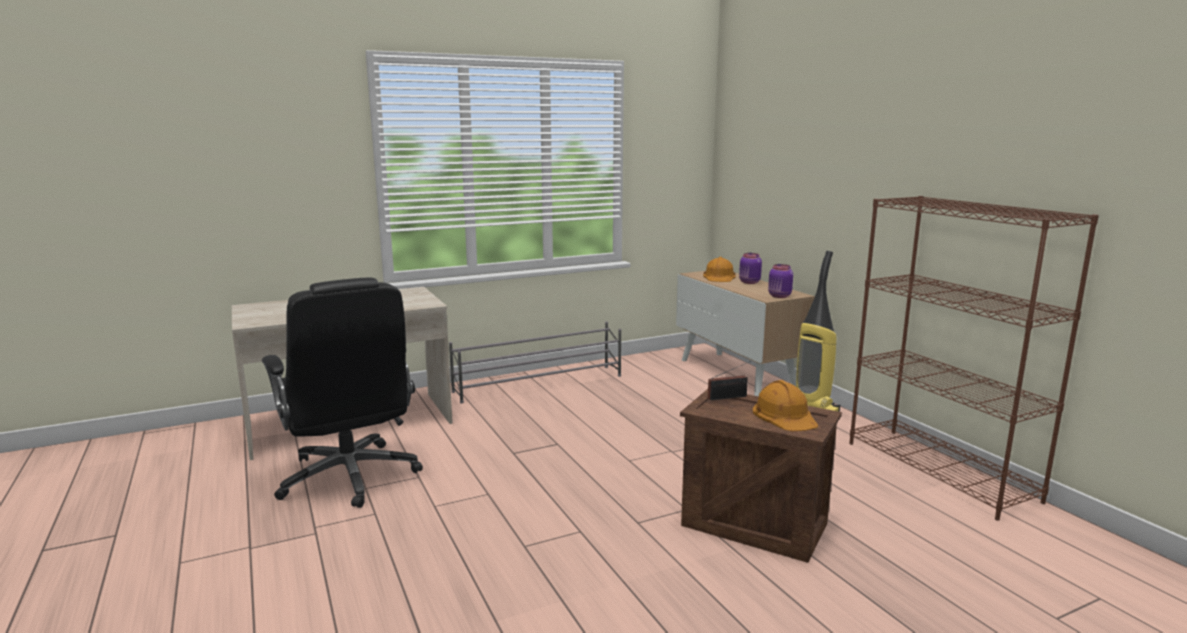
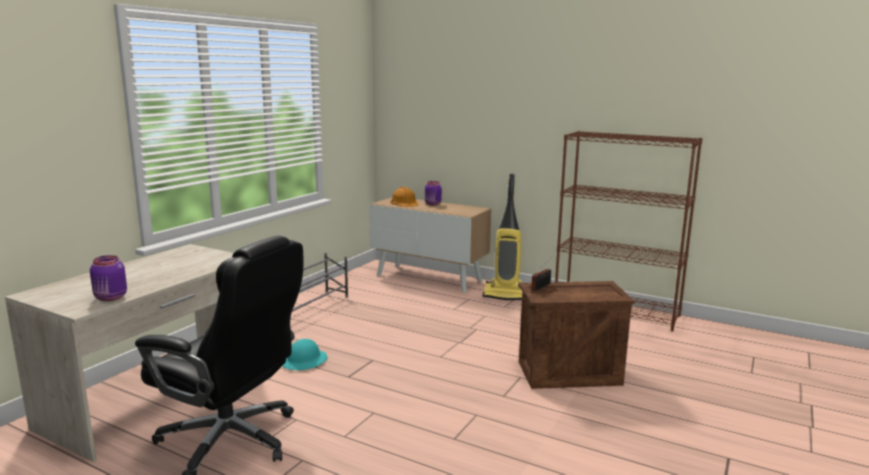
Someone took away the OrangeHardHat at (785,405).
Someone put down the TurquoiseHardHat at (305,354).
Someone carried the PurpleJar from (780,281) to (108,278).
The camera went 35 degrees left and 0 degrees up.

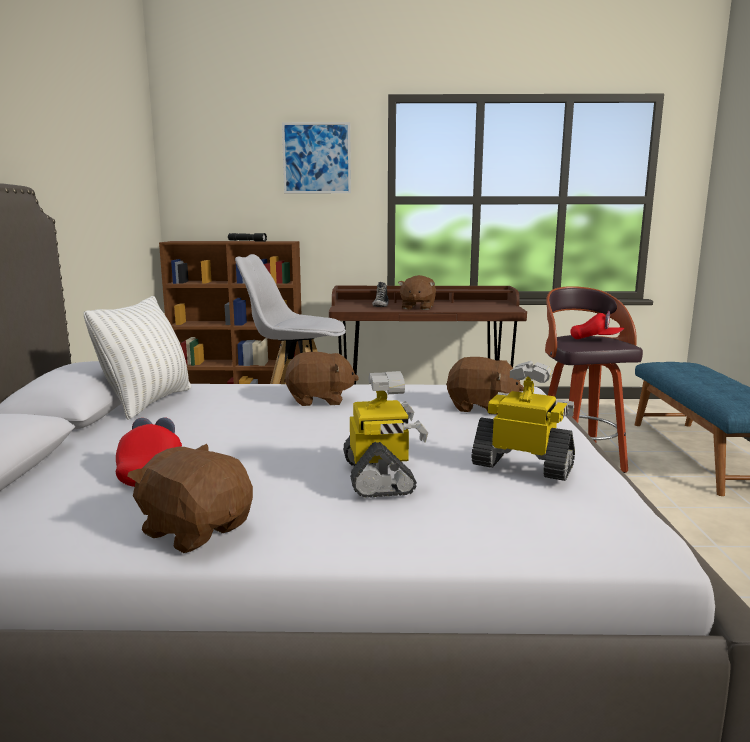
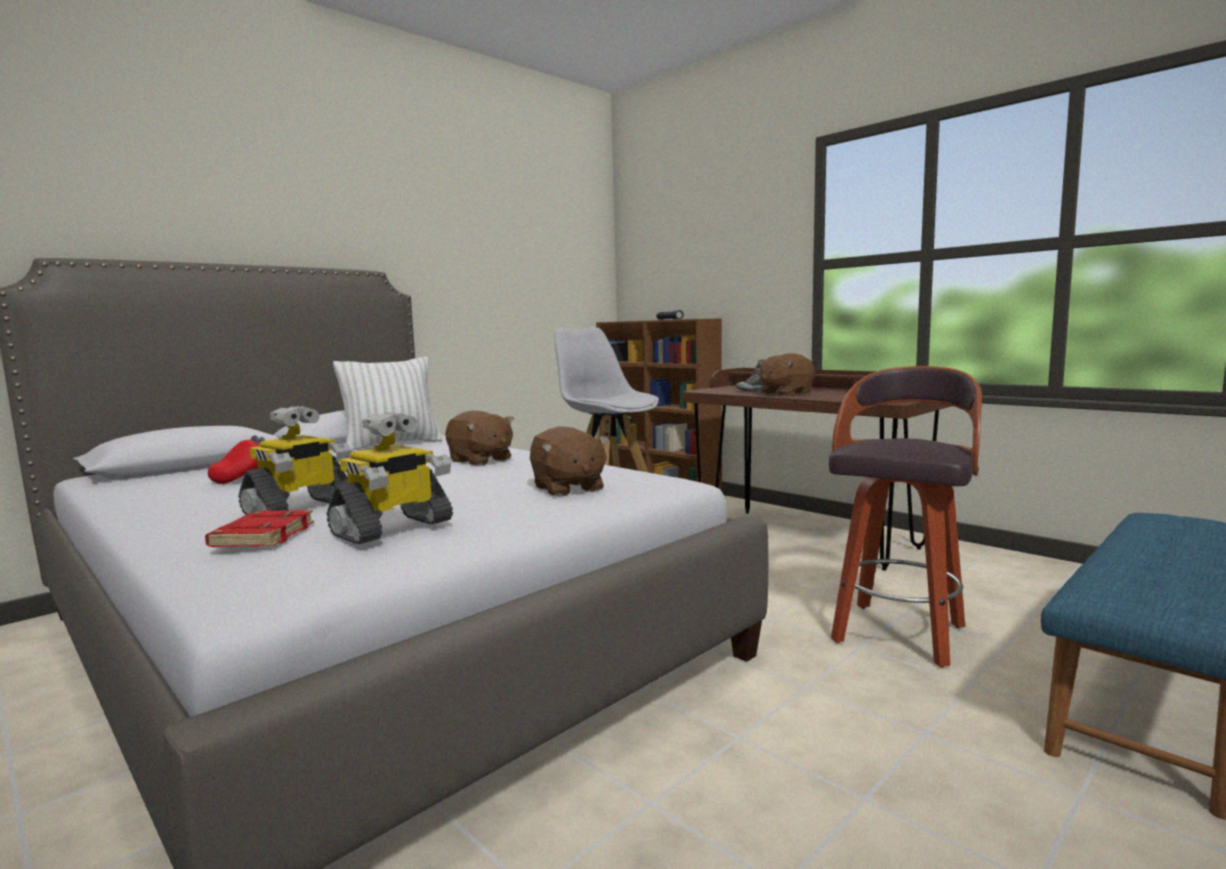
Someone took away the BrownPlushToy at (190,498).
Someone took away the Picture at (316,157).
Someone took away the RedCap at (597,325).
Someone put down the RedBook at (259,528).
Someone rotated the ToyRobot at (523,421) by 60 degrees clockwise.
The camera went 45 degrees right and 5 degrees down.

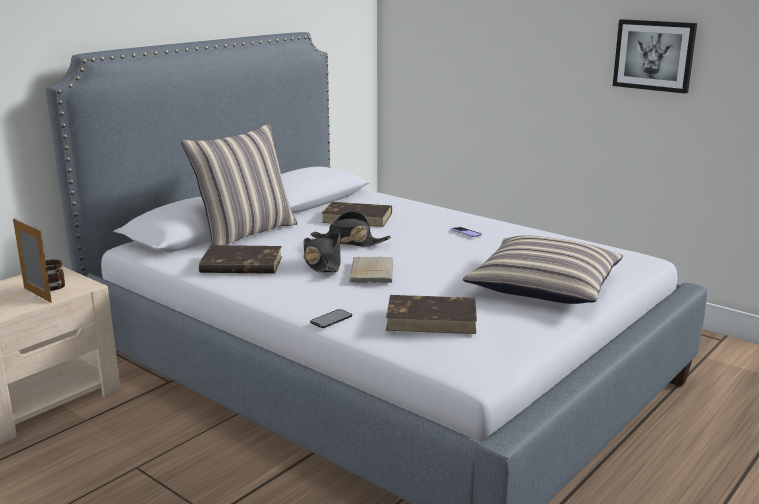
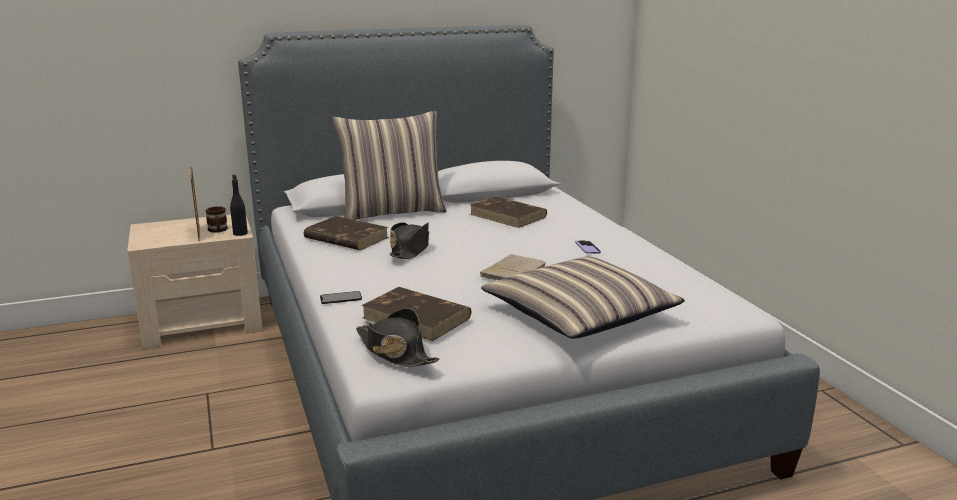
Someone took away the Picture at (655,56).
Someone put down the BlackBottle at (239,205).
Someone carried the BlackHat from (350,229) to (398,337).
Someone carried the BeigeBook from (371,270) to (513,267).
The camera went 30 degrees right and 0 degrees up.

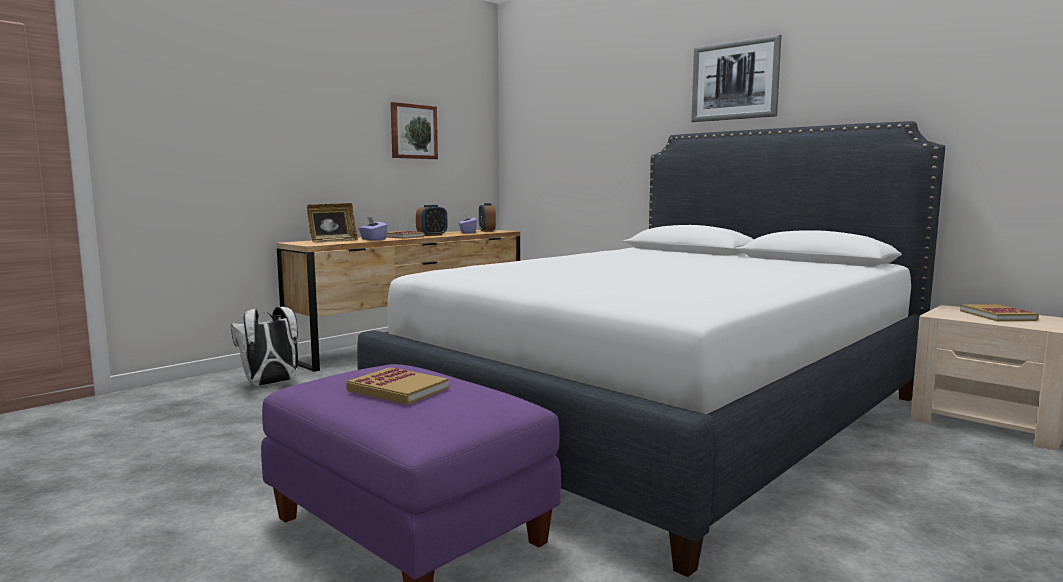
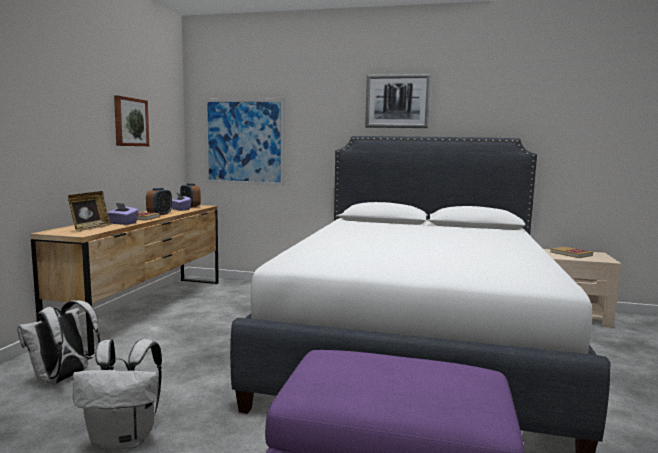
Someone took away the Book at (397,386).
Someone put down the WhiteBackpack at (117,394).
Someone put up the Picture at (244,142).
The camera went 30 degrees left and 0 degrees up.

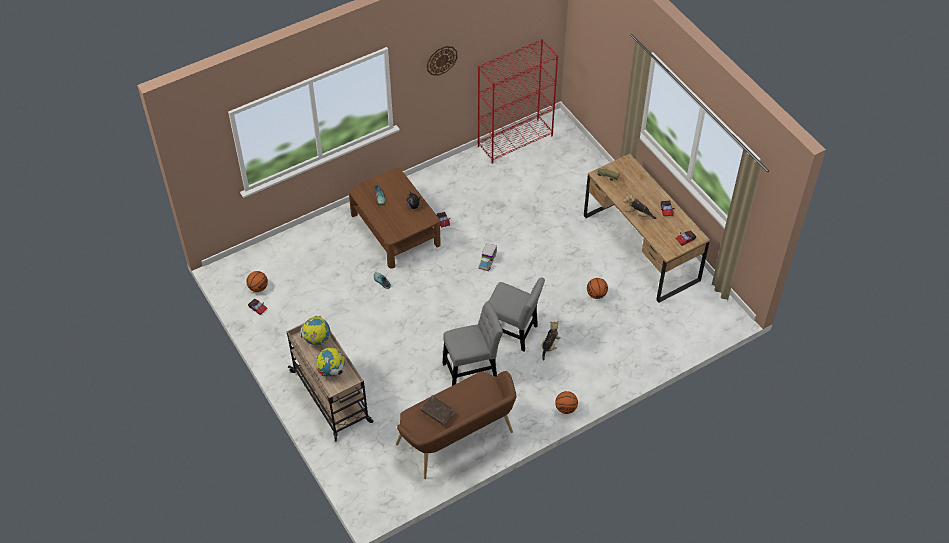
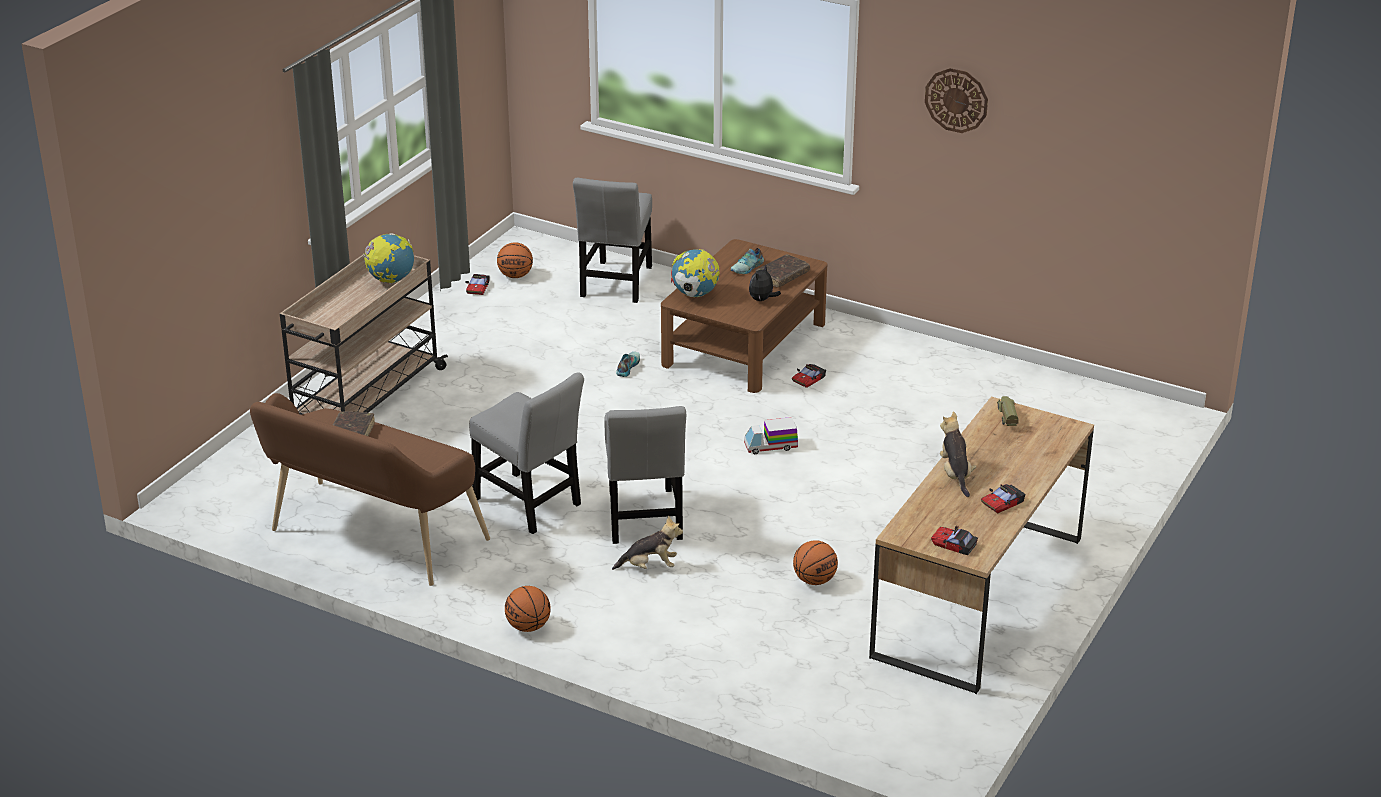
Someone took away the RedBookcase at (518,101).
Someone put down the GreyChair at (612,240).
Someone put down the BrownBook at (782,270).
Someone carried the Globe from (330,362) to (695,273).
The camera went 60 degrees right and 20 degrees down.

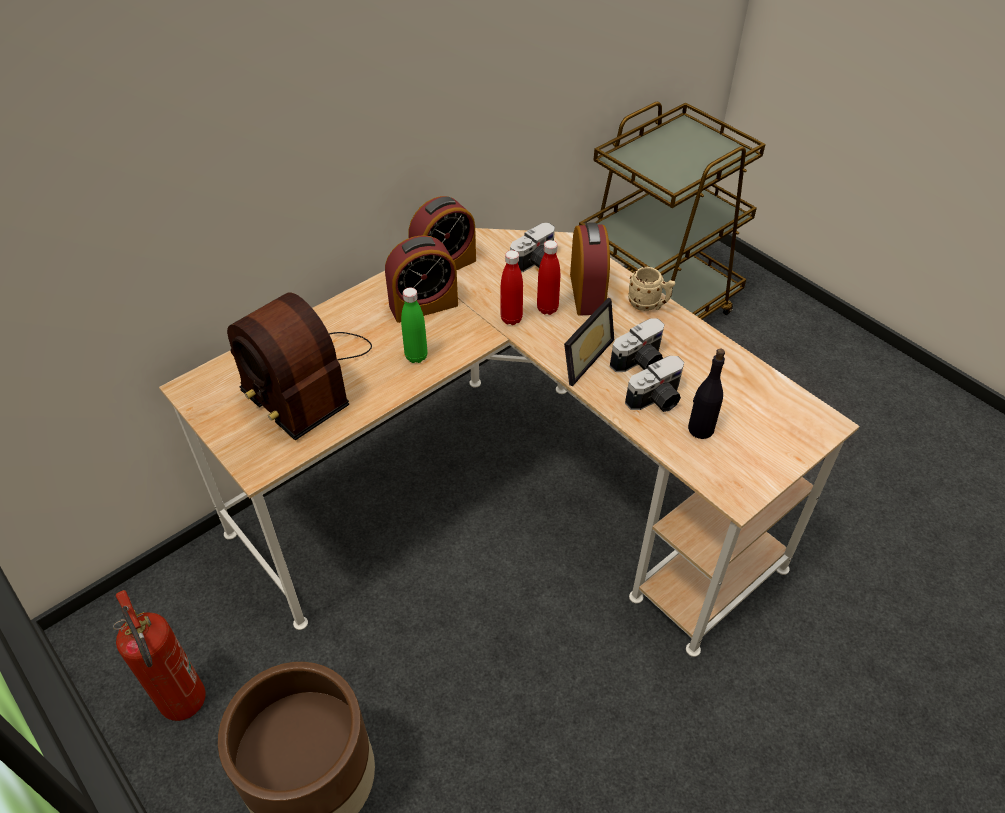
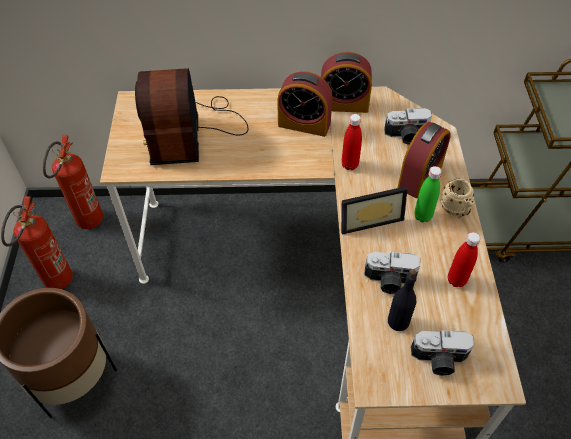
Someone put down the FireExtinguisher at (73,182).
Someone carried the GreenBottle from (414,325) to (428,194).
Someone carried the RedBottle from (548,277) to (464,259).
Someone carried the PhotoCamera from (637,345) to (442,353).
The camera went 40 degrees right and 5 degrees up.

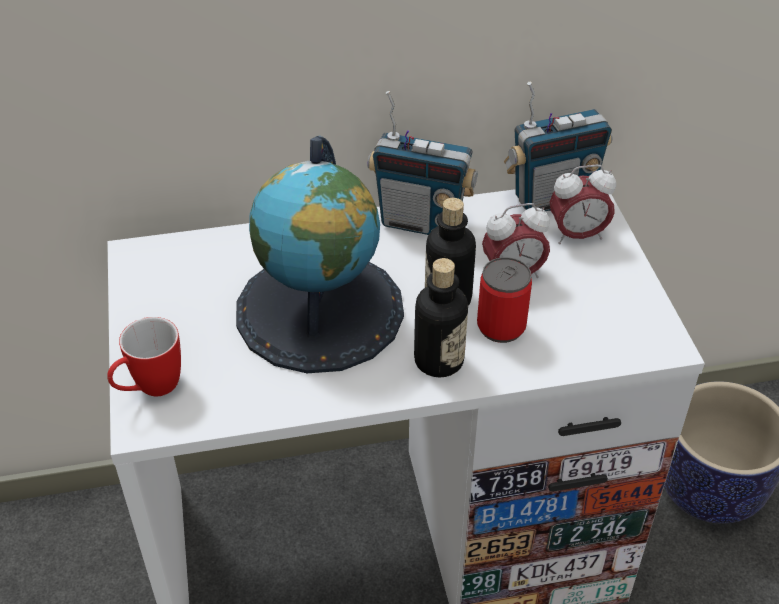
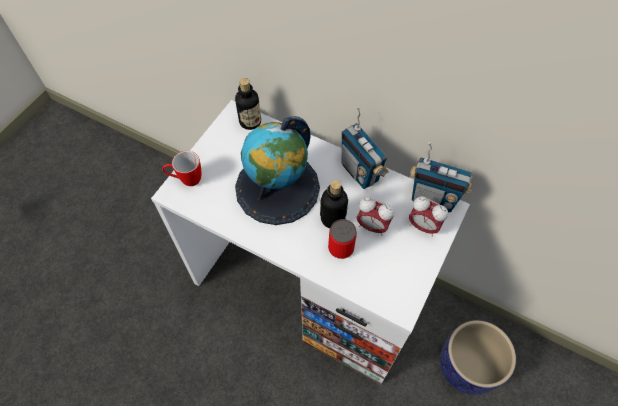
Someone carried the Bottle from (441,317) to (248,104).
The camera went 40 degrees right and 15 degrees up.

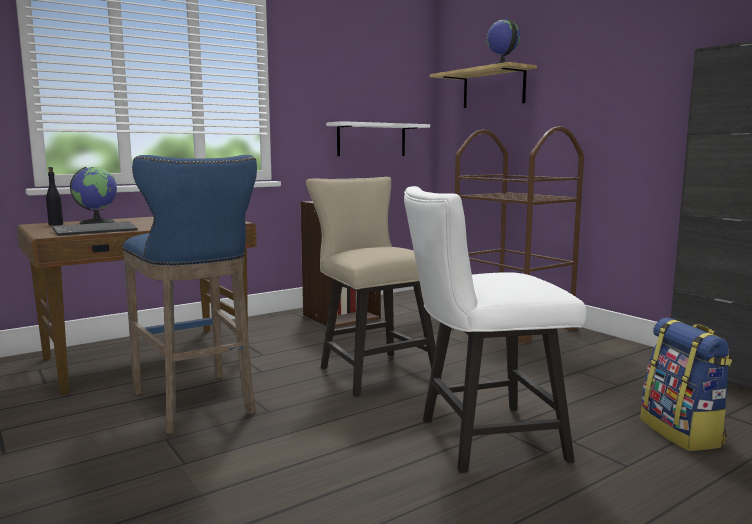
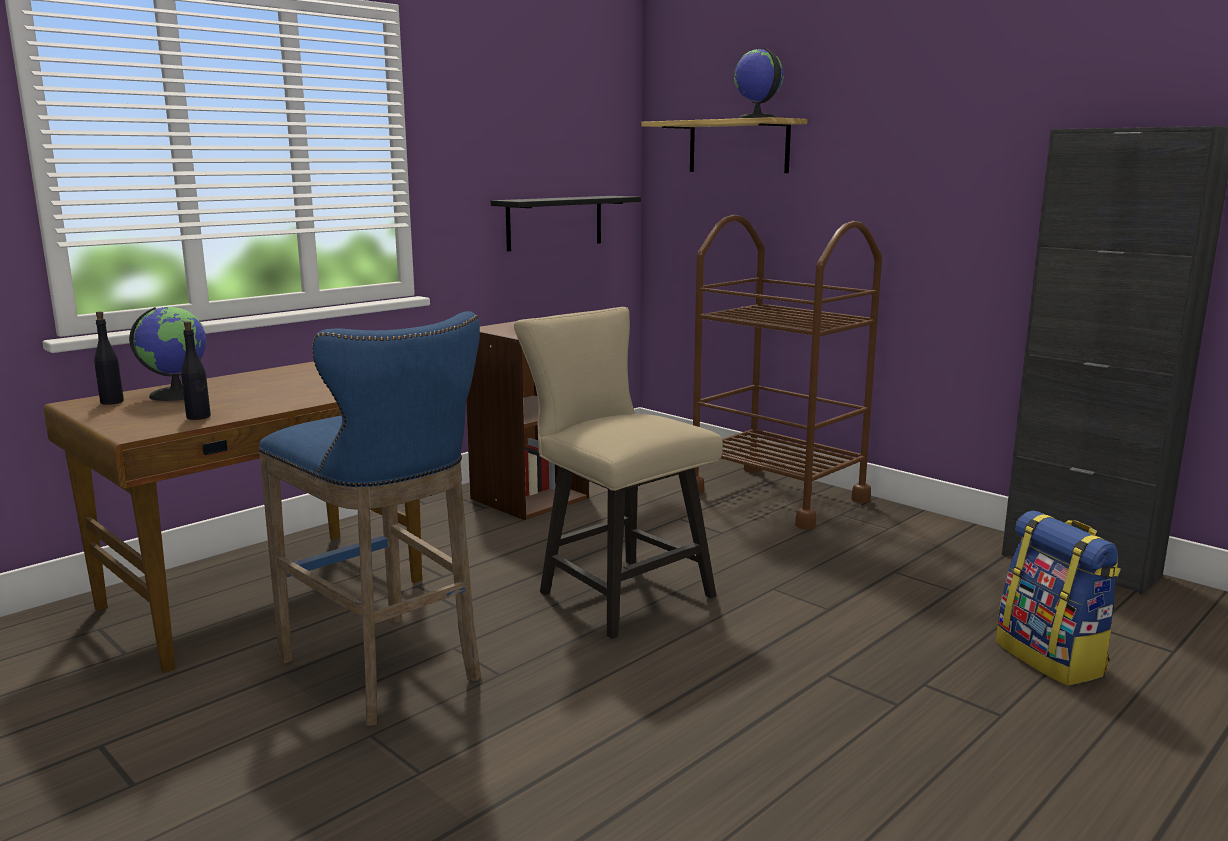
Someone took away the WhiteChair at (495,329).
Someone swapped the Keyboard at (95,228) for the BlackBottle at (196,370).
Someone repainted the WhiteShelf at (378,138), which became the BlackShelf at (566,223).
The camera went 10 degrees left and 5 degrees up.

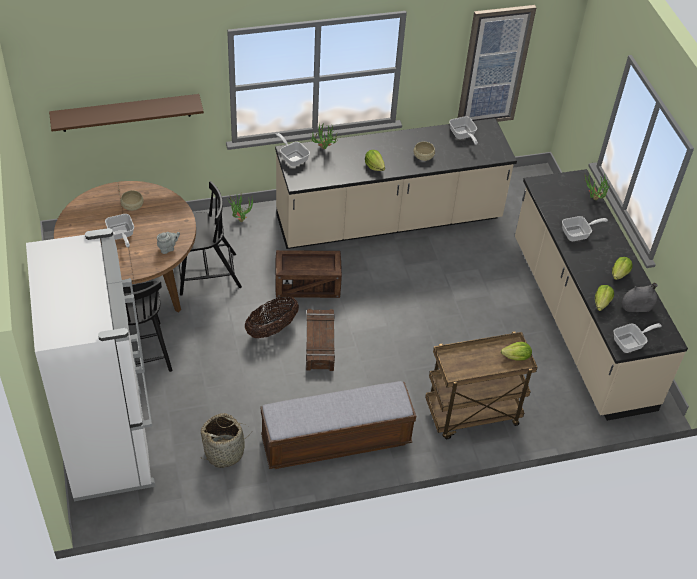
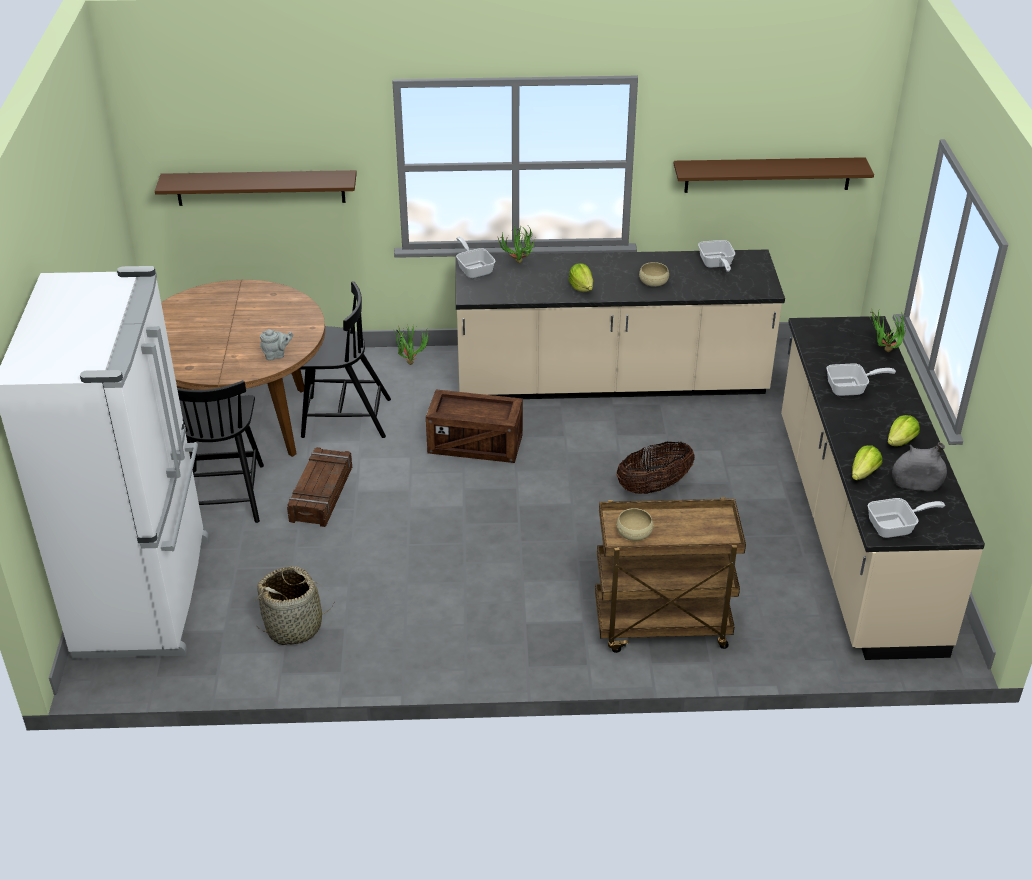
Someone took away the FryingPan at (119,230).
Someone took away the Bench at (338,425).
Someone took away the Lettuce at (516,351).
Someone carried the BeigeBowl from (132,200) to (634,524).
Someone carried the Basket from (272,317) to (656,468).
Someone carried the Crate from (320,340) to (319,487).
Someone swapped the Picture at (497,63) for the BrownShelf at (774,175).
The camera went 15 degrees right and 10 degrees down.

